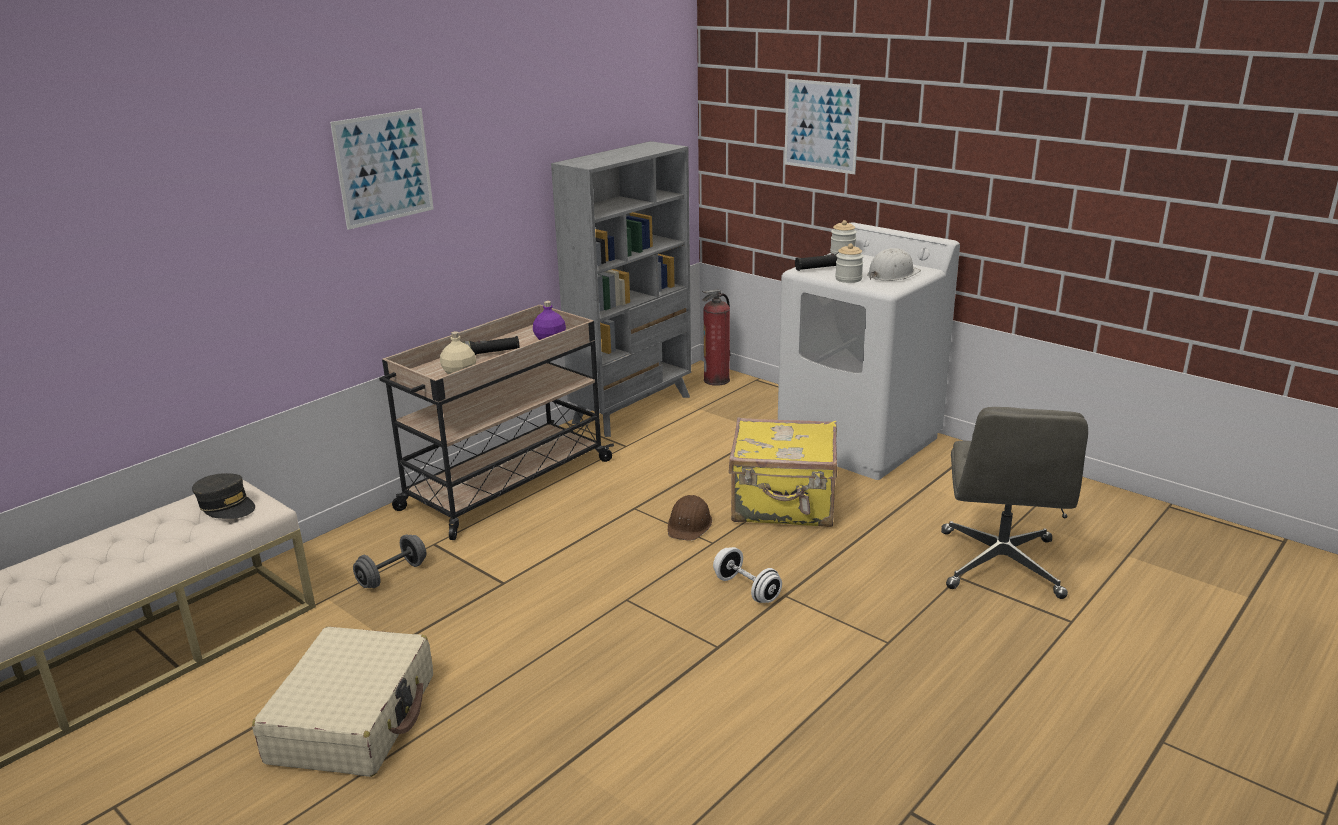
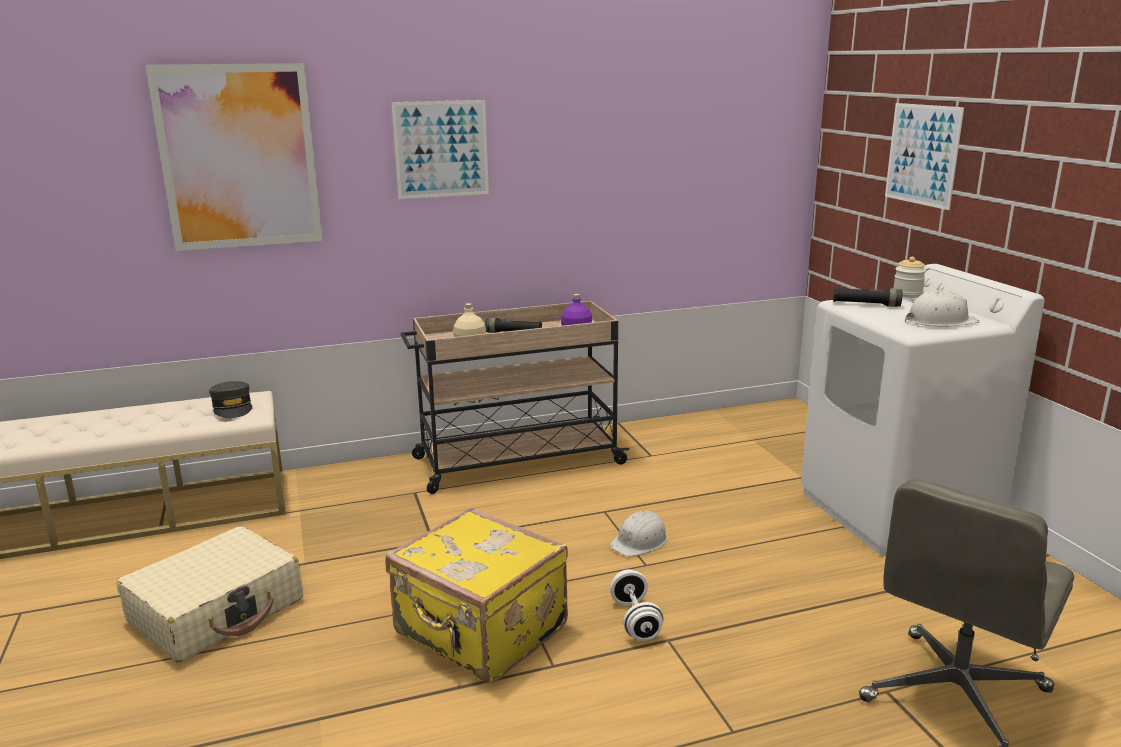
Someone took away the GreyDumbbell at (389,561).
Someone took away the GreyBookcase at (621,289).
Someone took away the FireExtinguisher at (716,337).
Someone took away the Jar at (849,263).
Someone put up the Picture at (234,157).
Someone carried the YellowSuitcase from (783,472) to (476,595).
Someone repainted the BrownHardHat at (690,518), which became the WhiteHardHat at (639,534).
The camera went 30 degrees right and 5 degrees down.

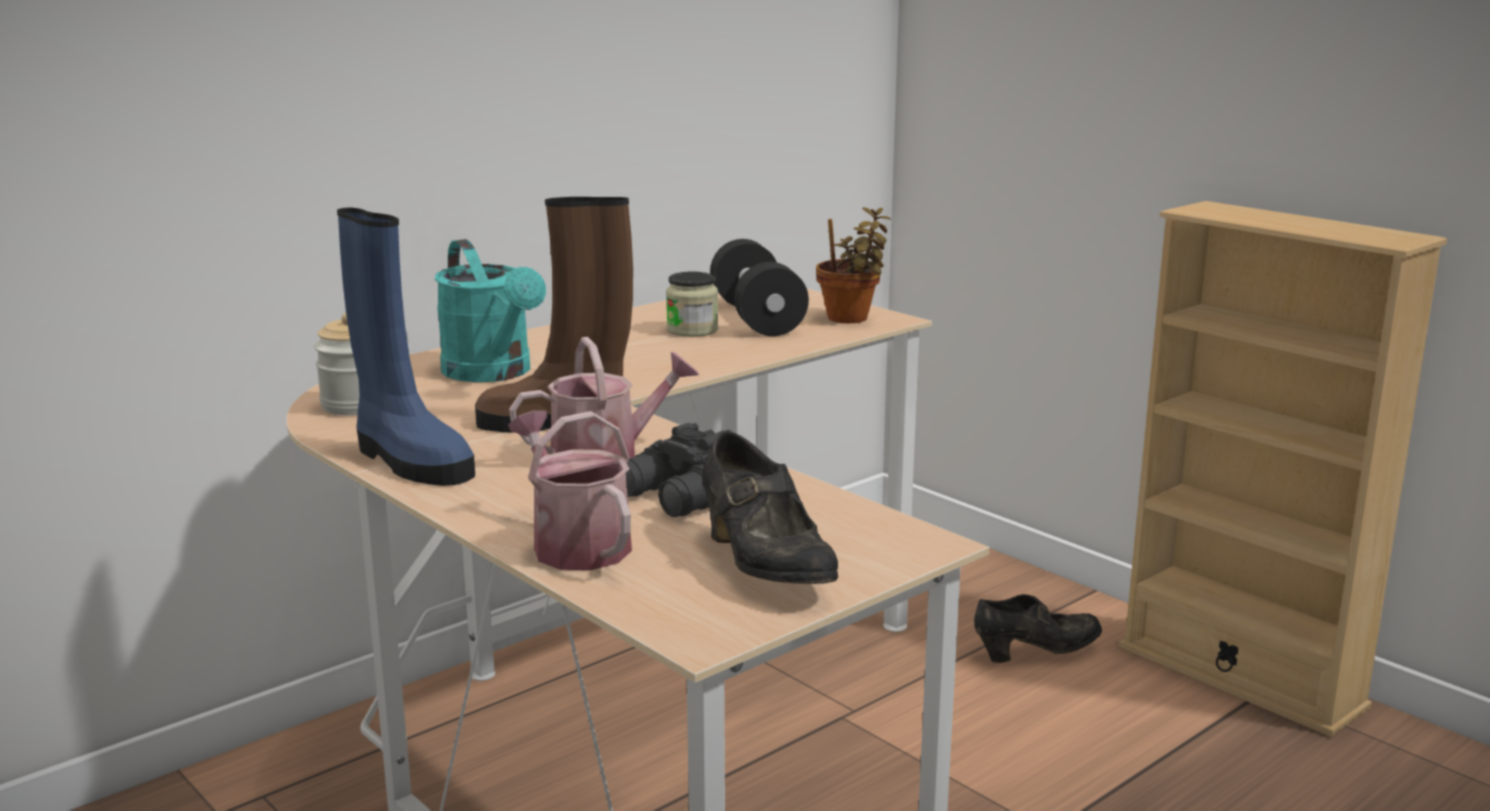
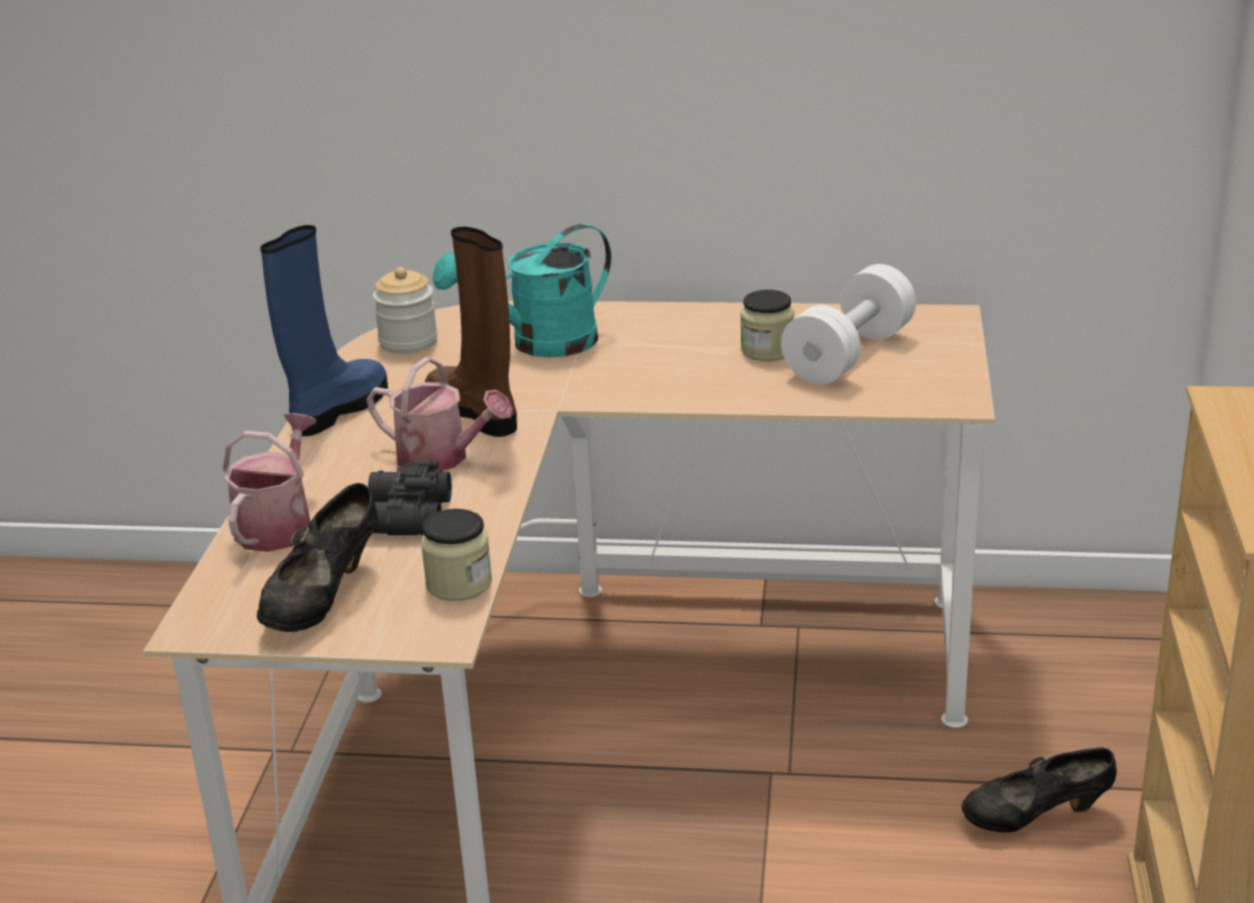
Someone took away the PottedPlant at (853,265).
Someone put down the Jar at (456,555).
Someone repainted the BlackDumbbell at (759,287), which became the WhiteDumbbell at (848,324).
Someone rotated the BlueBoot at (406,347) by 150 degrees counterclockwise.
Someone rotated the TurquoiseWateringCan at (490,310) by 45 degrees clockwise.
Someone rotated the BlackShoe at (1038,628) by 135 degrees clockwise.
The camera went 50 degrees right and 10 degrees up.

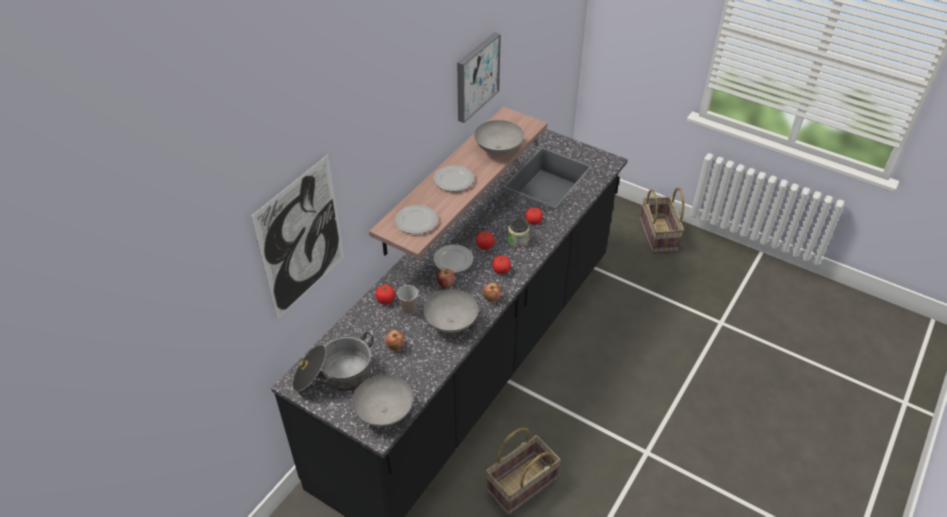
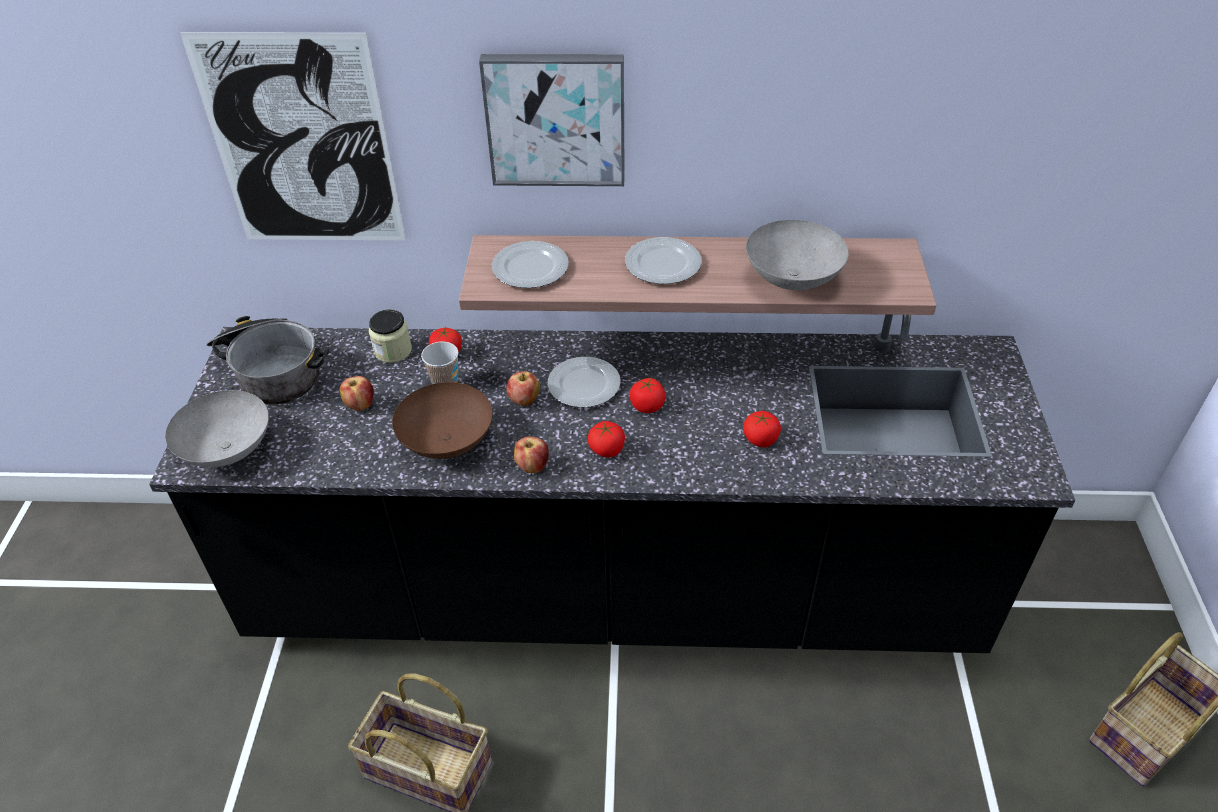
Someone carried the Picture from (479,77) to (552,120).
Someone carried the Jar from (518,232) to (390,336).
Someone repainted the GreyBowl at (451,311), which became the BrownBowl at (442,420).
The camera went 60 degrees right and 0 degrees up.

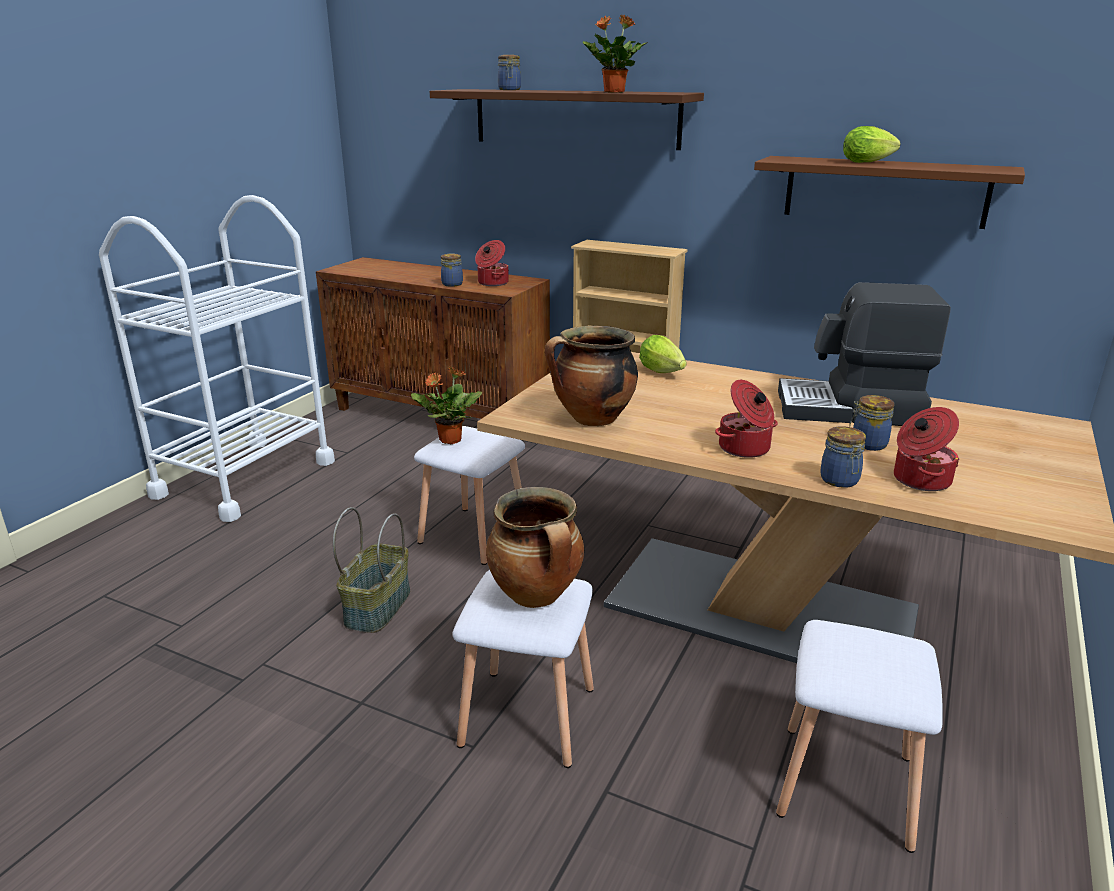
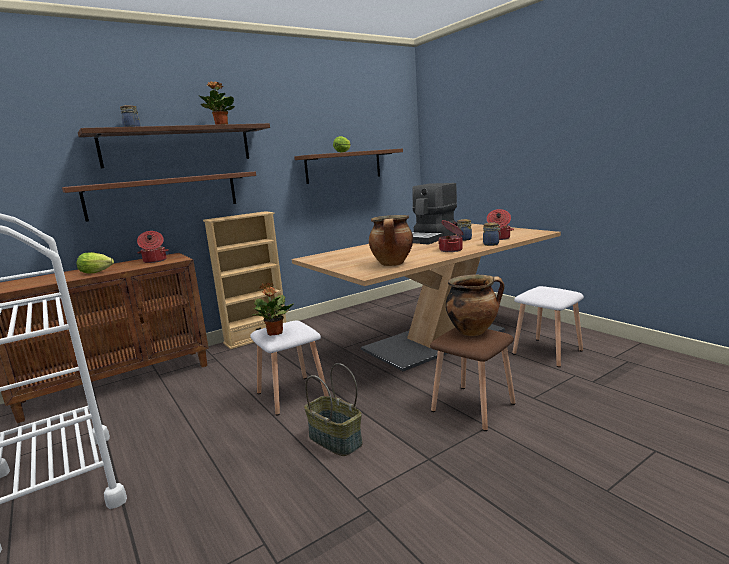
Someone took away the Jar at (452,270).
Someone put up the BrownShelf at (159,197).
Someone carried the Lettuce from (663,354) to (95,262).
Someone repainted the WhiteStool at (523,669), which became the BrownStool at (473,379).
The camera went 60 degrees left and 10 degrees down.

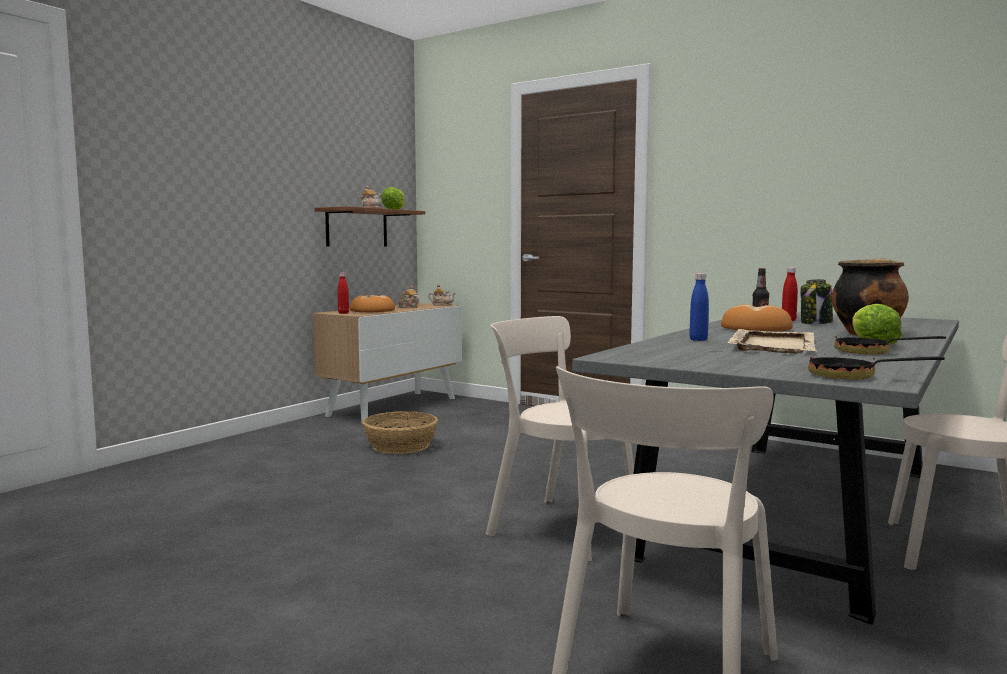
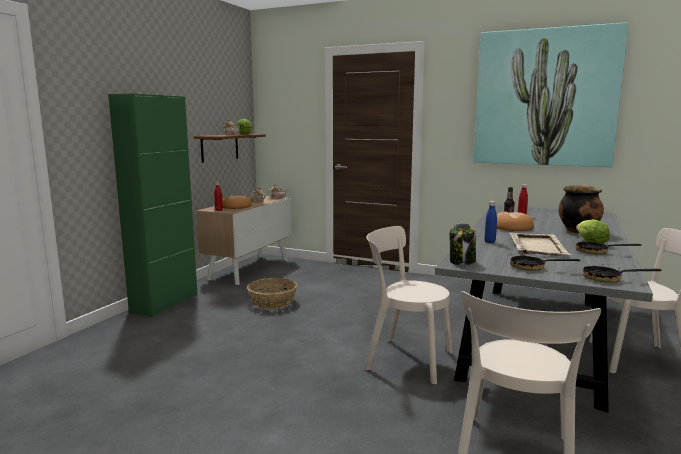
Someone put down the GreenCabinet at (153,205).
Someone put up the Picture at (551,94).
Someone put down the FryingPan at (545,262).
Someone carried the Jar from (817,301) to (462,244).
The camera went 10 degrees left and 5 degrees up.

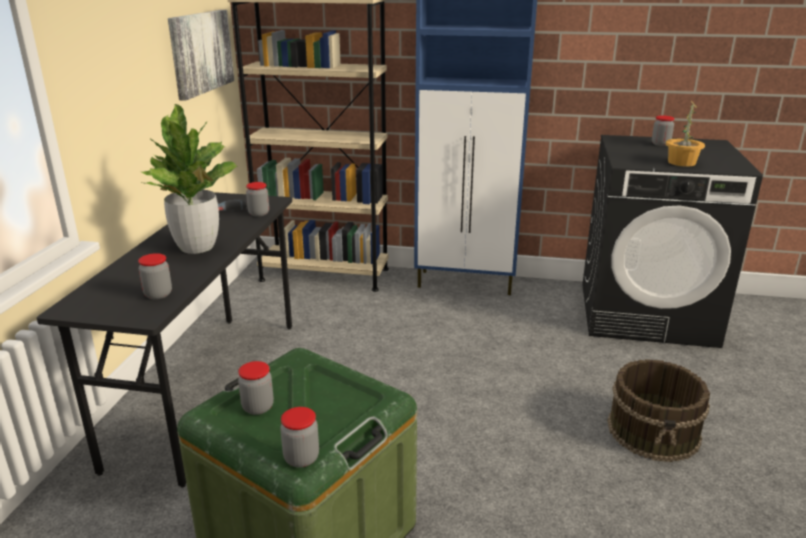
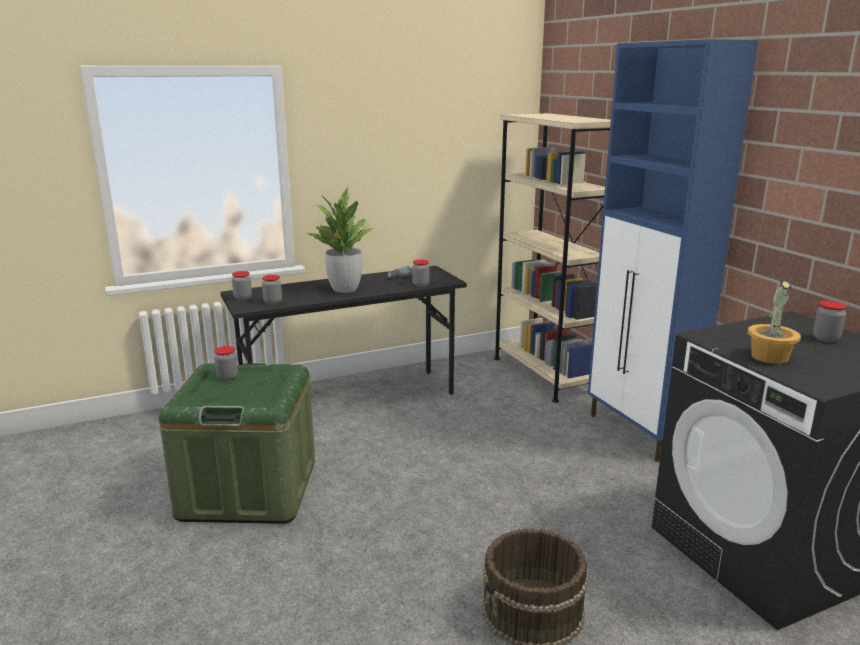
Someone took away the Picture at (201,55).
Someone carried the Jar from (299,437) to (242,285).
The camera went 55 degrees right and 5 degrees down.

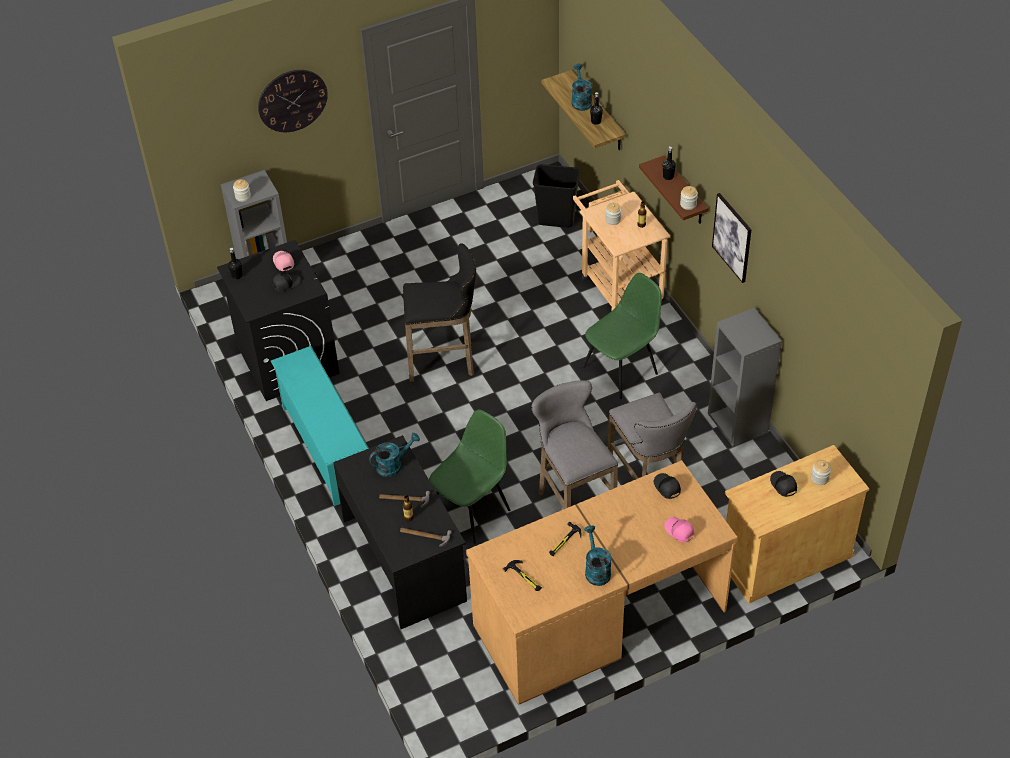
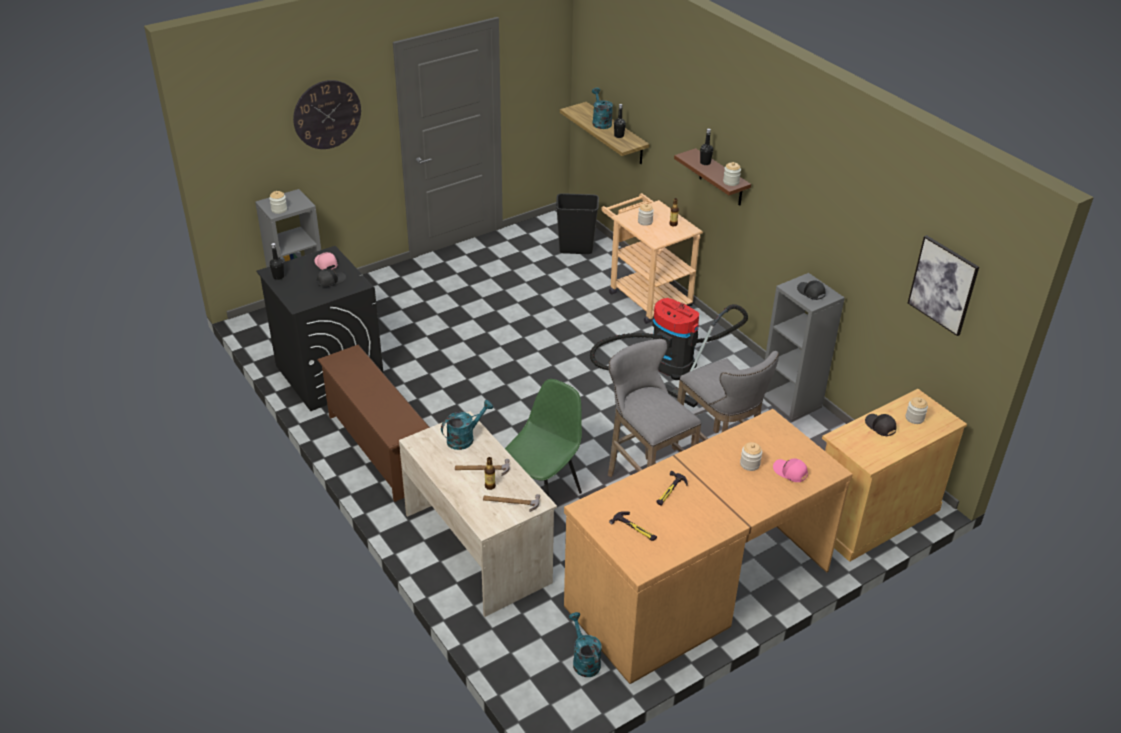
Someone took away the BlackStool at (439,312).
Someone put down the Jar at (751,456).
Someone carried the TurquoiseWateringCan from (598,555) to (585,644).
Someone carried the BlackCap from (667,486) to (811,290).
Someone carried the Picture from (732,238) to (943,285).
Someone swapped the GreenChair at (622,336) for the VacuumCleaner at (669,353).
Someone repainted the TurquoiseShoeRack at (320,426), which became the BrownShoeRack at (373,423).
Someone repainted the BlackDesk at (400,532), which became the BeigeDesk at (478,514).
The camera went 10 degrees left and 10 degrees down.

